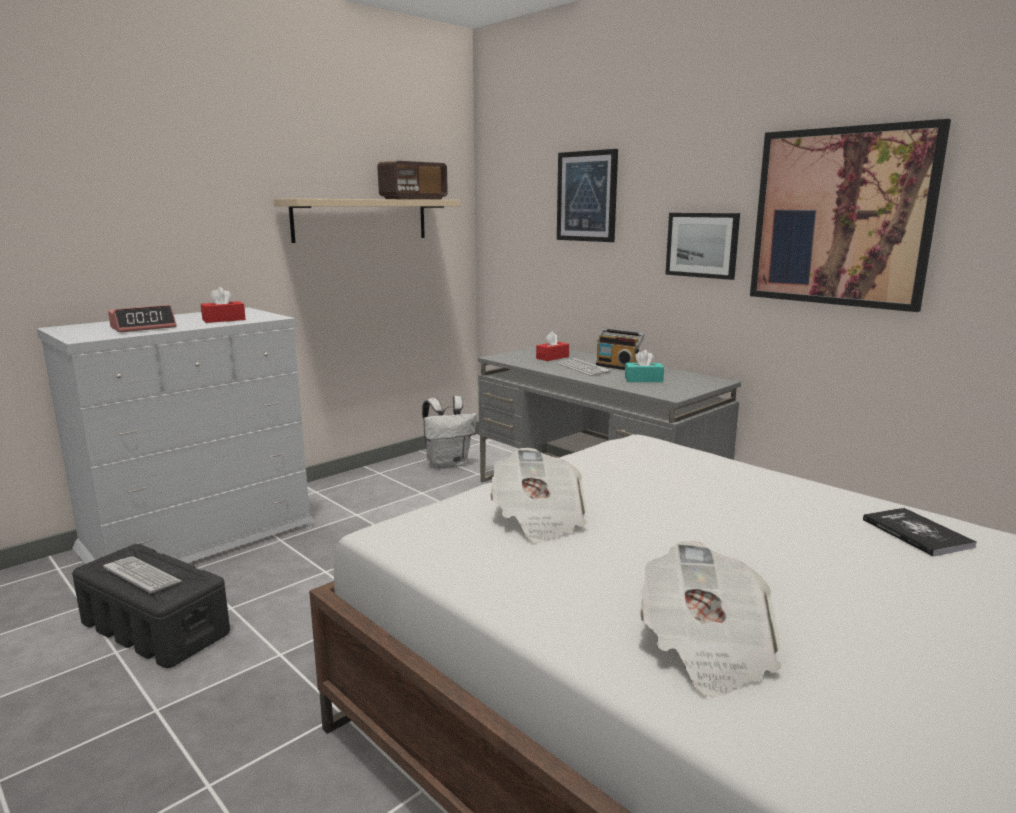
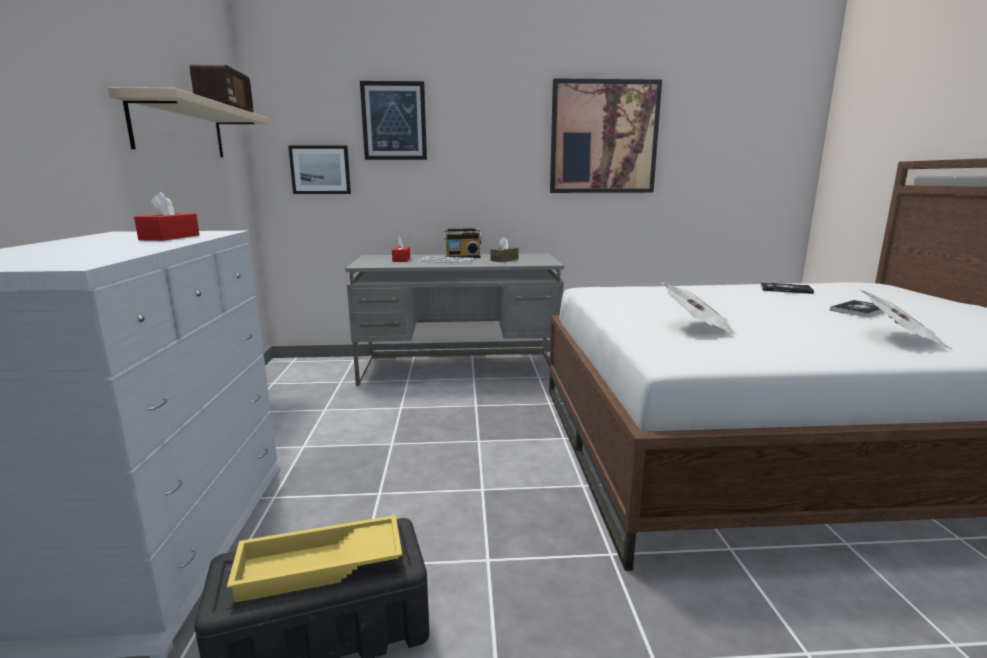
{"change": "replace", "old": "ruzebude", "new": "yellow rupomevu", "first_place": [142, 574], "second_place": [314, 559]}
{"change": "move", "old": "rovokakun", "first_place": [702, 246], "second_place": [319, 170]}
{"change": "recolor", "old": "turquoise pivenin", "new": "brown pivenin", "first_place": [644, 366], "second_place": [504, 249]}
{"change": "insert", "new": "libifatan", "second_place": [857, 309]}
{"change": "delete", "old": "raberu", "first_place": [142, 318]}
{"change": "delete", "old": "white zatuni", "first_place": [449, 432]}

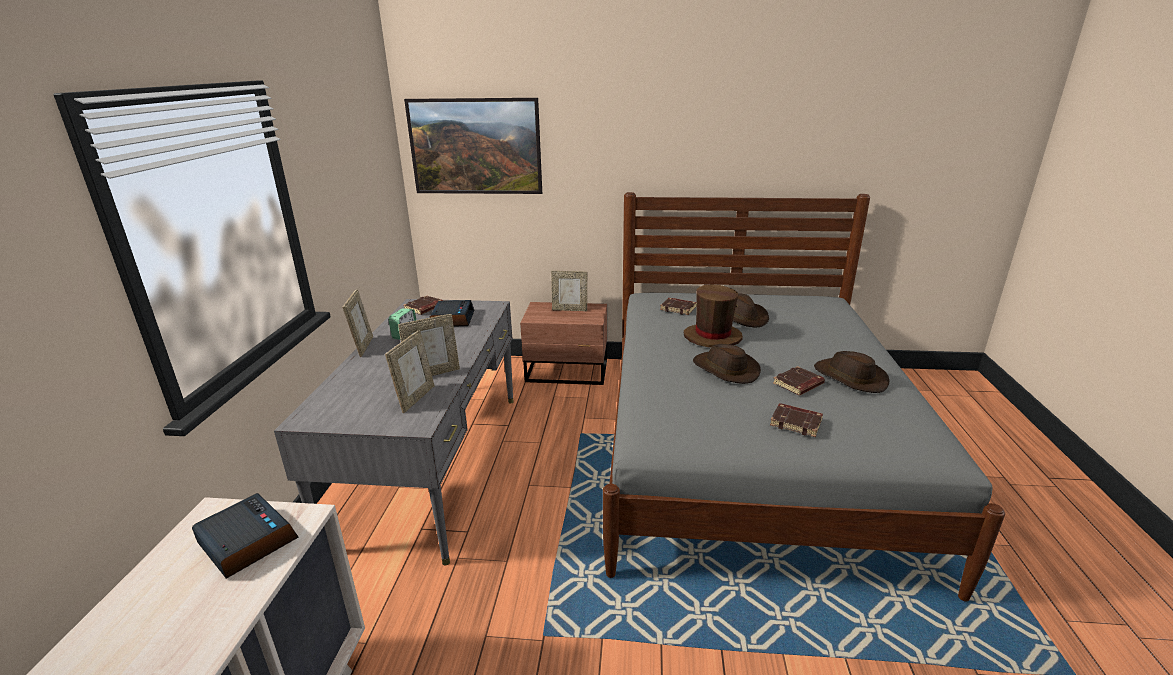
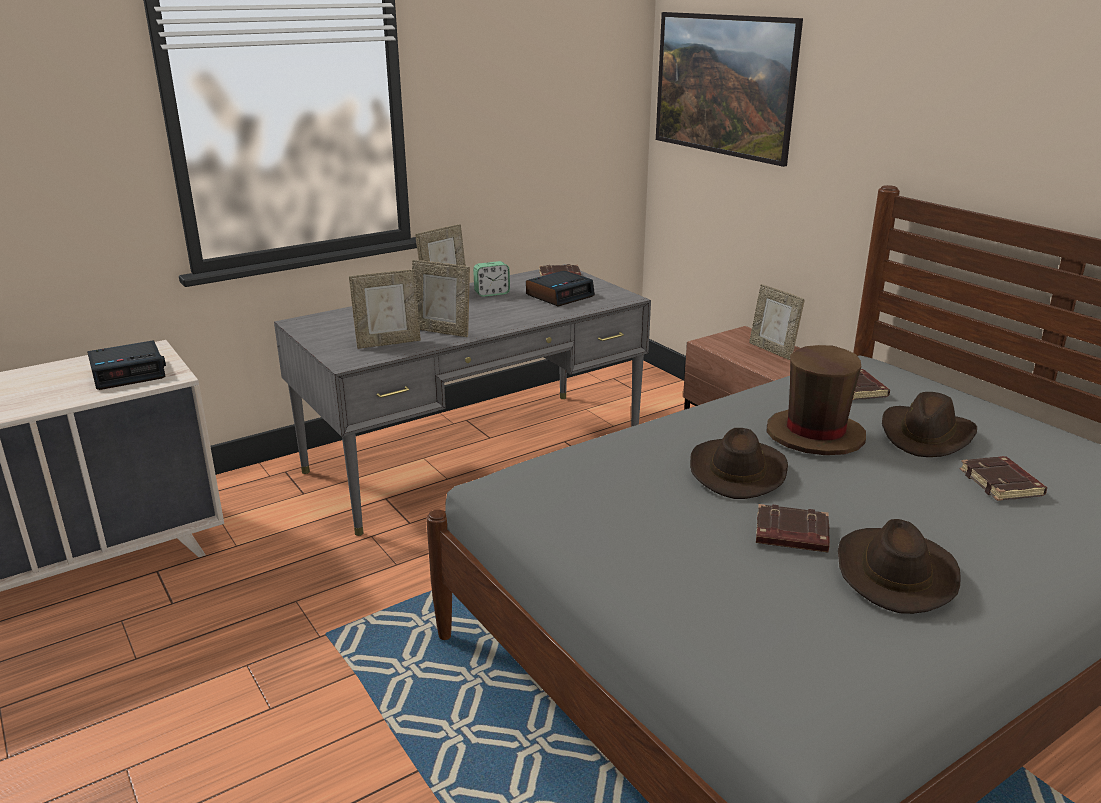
{"change": "rotate", "old": "raberu", "first_place": [245, 536], "second_place": [126, 365], "degrees": 60}
{"change": "move", "old": "brown libifatan", "first_place": [796, 420], "second_place": [1003, 478]}

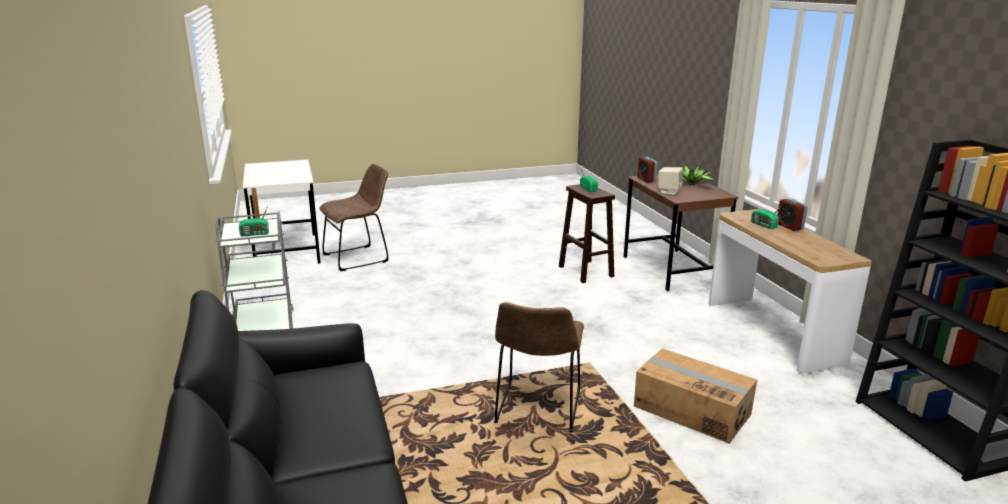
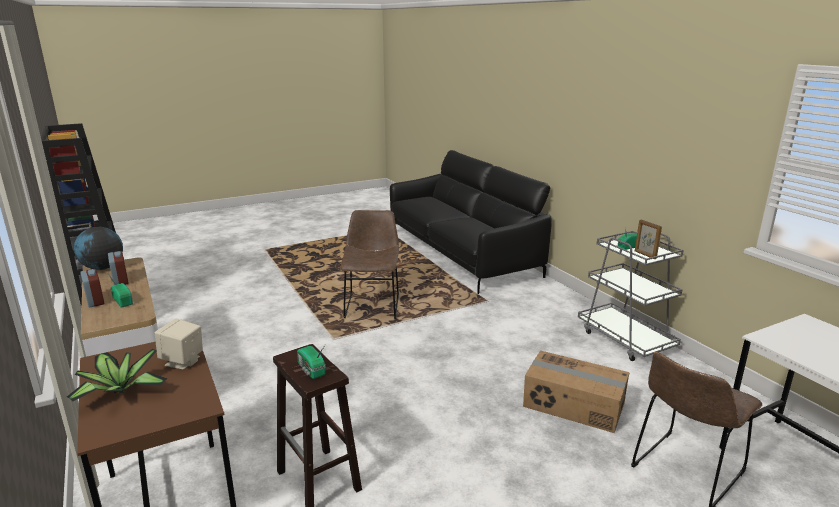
{"change": "insert", "new": "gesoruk", "second_place": [98, 248]}
{"change": "move", "old": "raberu", "first_place": [648, 170], "second_place": [118, 268]}
{"change": "move", "old": "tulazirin", "first_place": [695, 396], "second_place": [576, 391]}

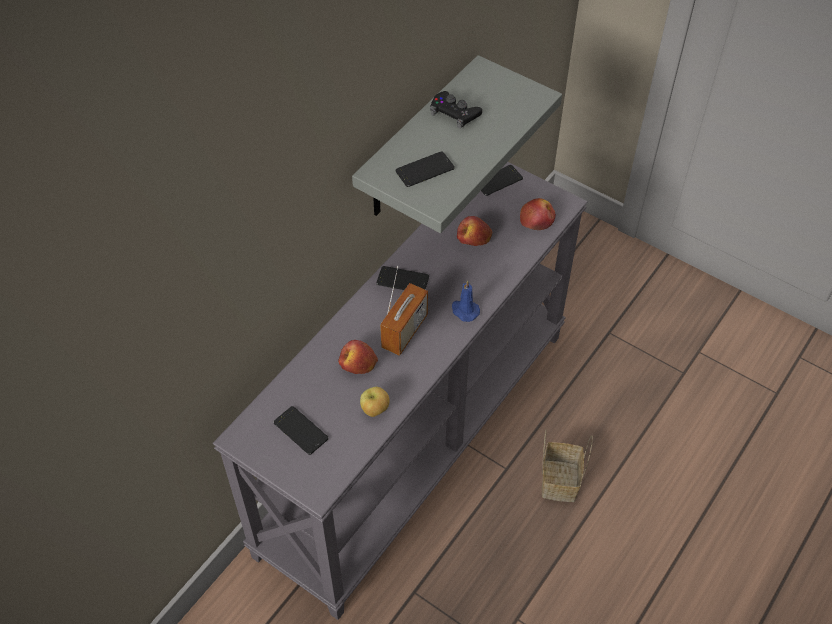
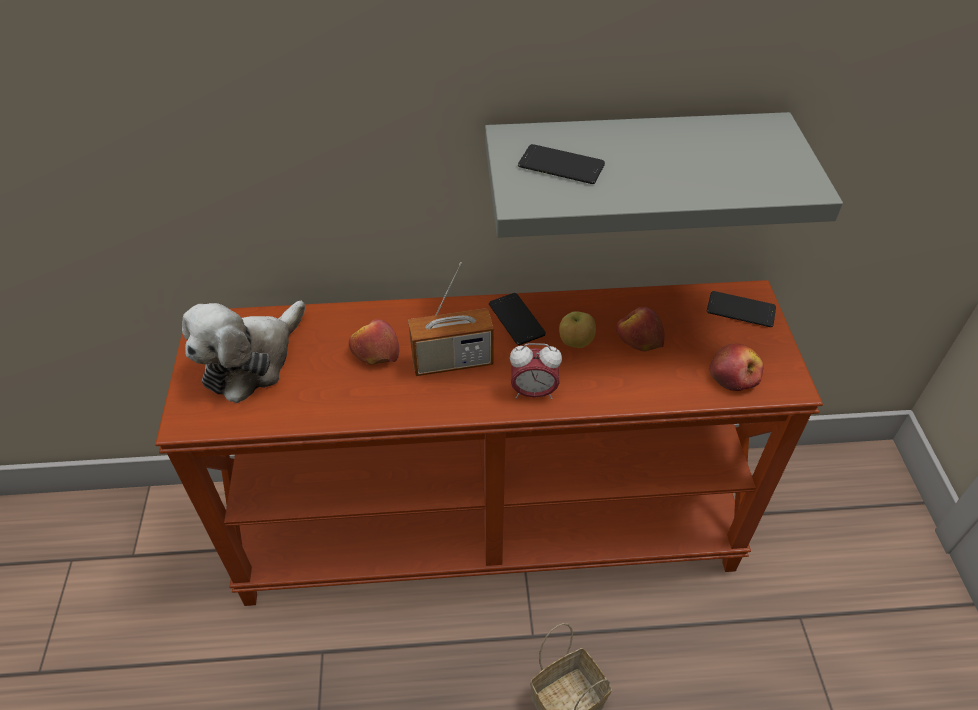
{"change": "recolor", "old": "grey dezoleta", "new": "brown dezoleta", "first_place": [400, 391], "second_place": [489, 443]}
{"change": "replace", "old": "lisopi", "new": "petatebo", "first_place": [301, 430], "second_place": [244, 352]}
{"change": "replace", "old": "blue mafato", "new": "raberu", "first_place": [466, 301], "second_place": [536, 371]}
{"change": "move", "old": "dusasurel", "first_place": [374, 402], "second_place": [577, 329]}
{"change": "delete", "old": "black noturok", "first_place": [456, 110]}

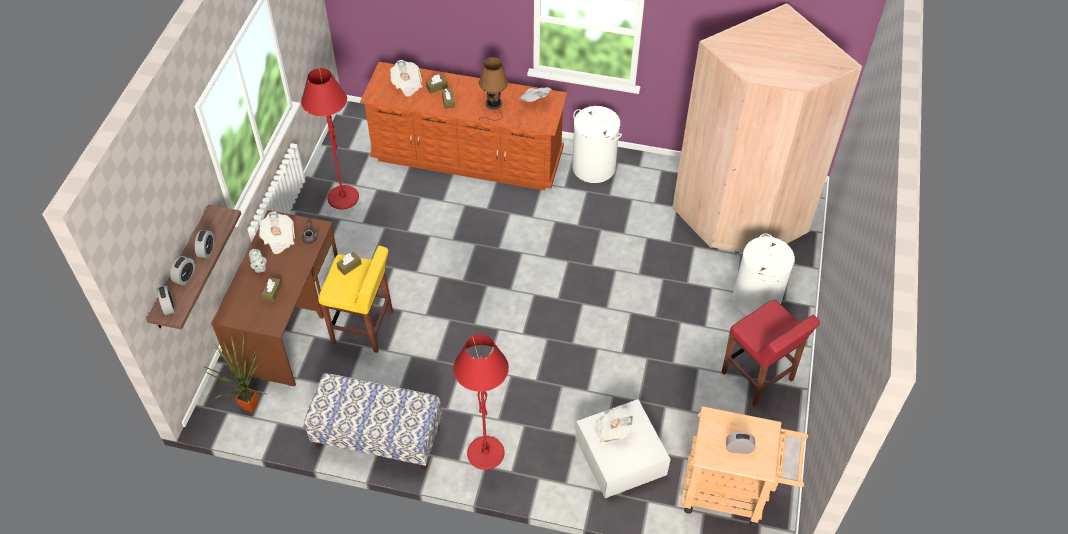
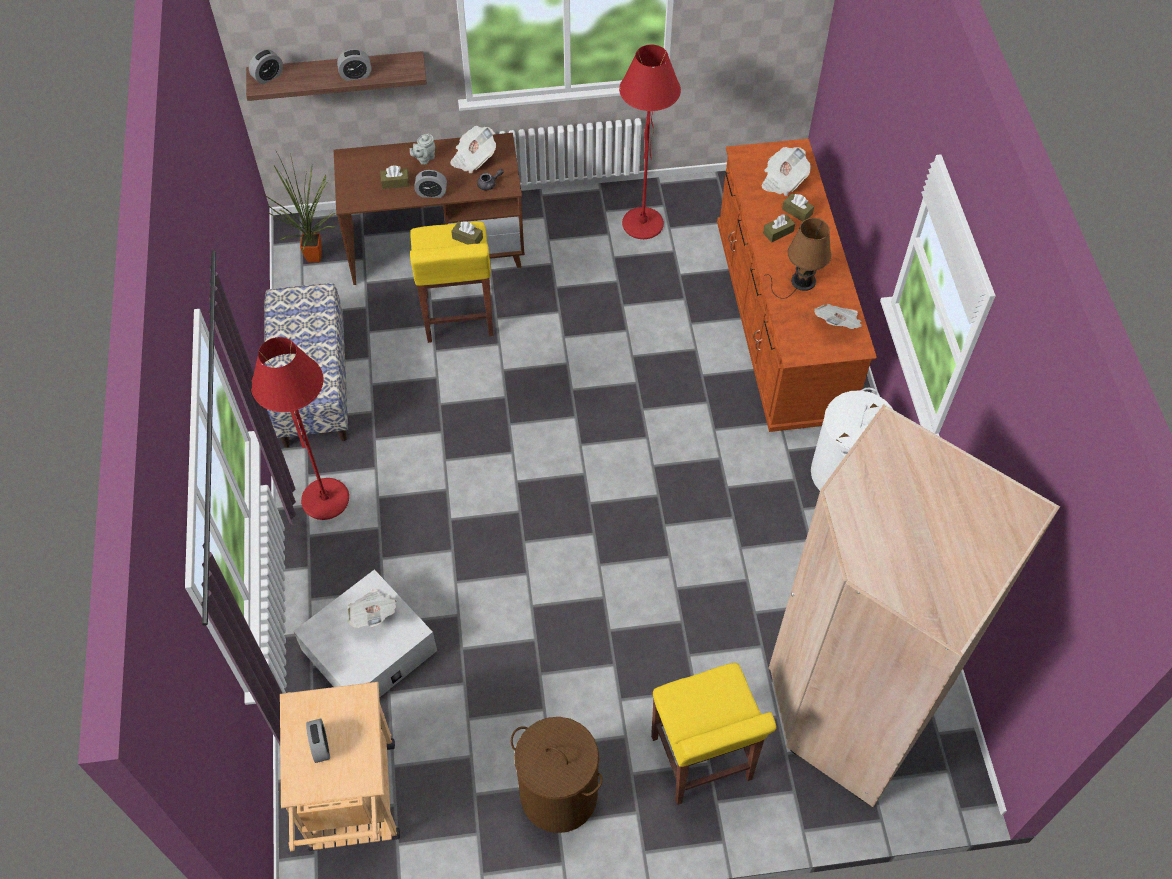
{"change": "move", "old": "raberu", "first_place": [182, 270], "second_place": [430, 184]}
{"change": "replace", "old": "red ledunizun", "new": "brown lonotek", "first_place": [770, 353], "second_place": [557, 775]}
{"change": "replace", "old": "white lonotek", "new": "yellow ledunizun", "first_place": [764, 274], "second_place": [714, 734]}

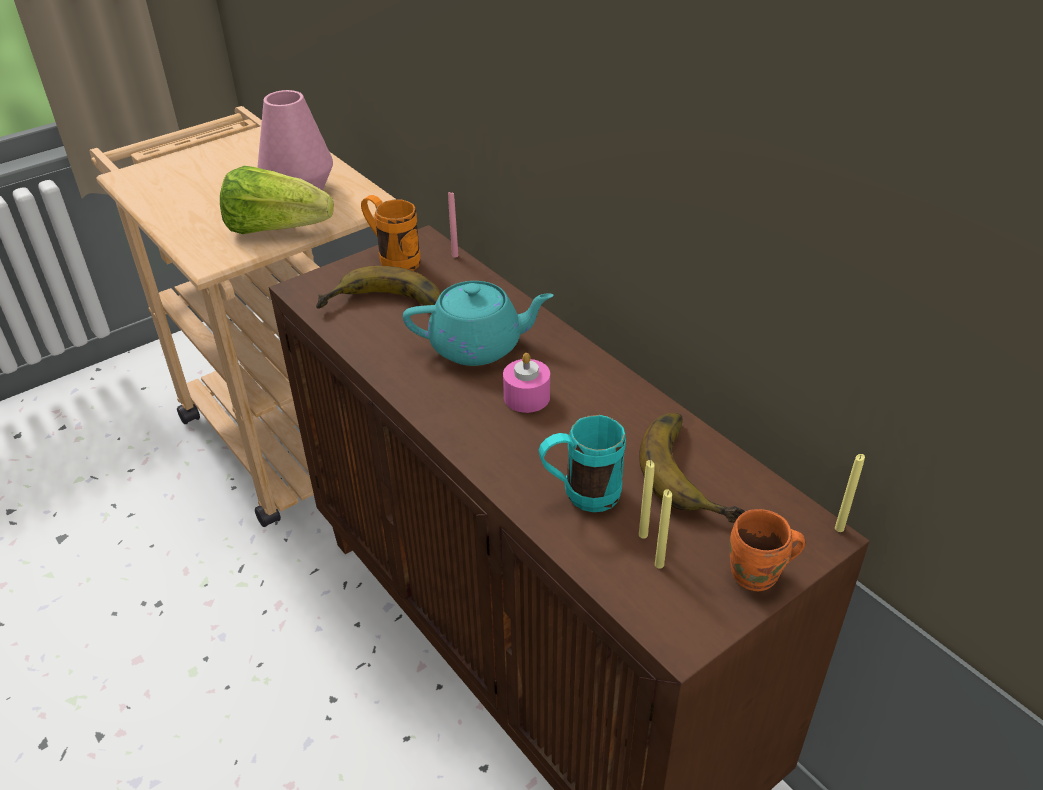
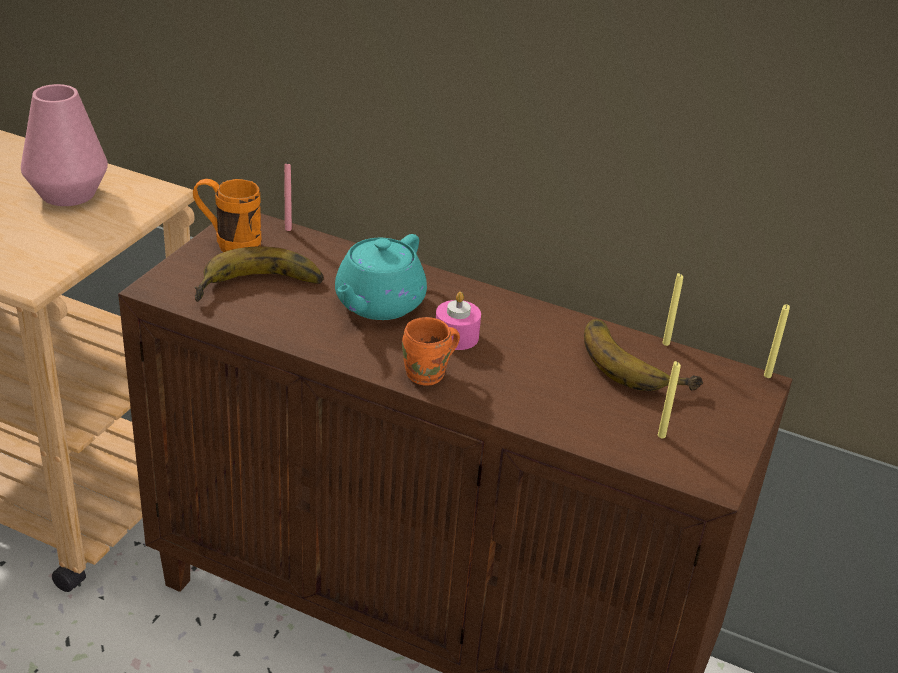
{"change": "rotate", "old": "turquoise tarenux", "first_place": [478, 323], "second_place": [381, 277], "degrees": 150}
{"change": "move", "old": "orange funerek", "first_place": [768, 550], "second_place": [431, 351]}
{"change": "move", "old": "yellow mafato", "first_place": [647, 499], "second_place": [672, 309]}
{"change": "delete", "old": "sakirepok", "first_place": [277, 200]}
{"change": "delete", "old": "turquoise funerek", "first_place": [582, 463]}

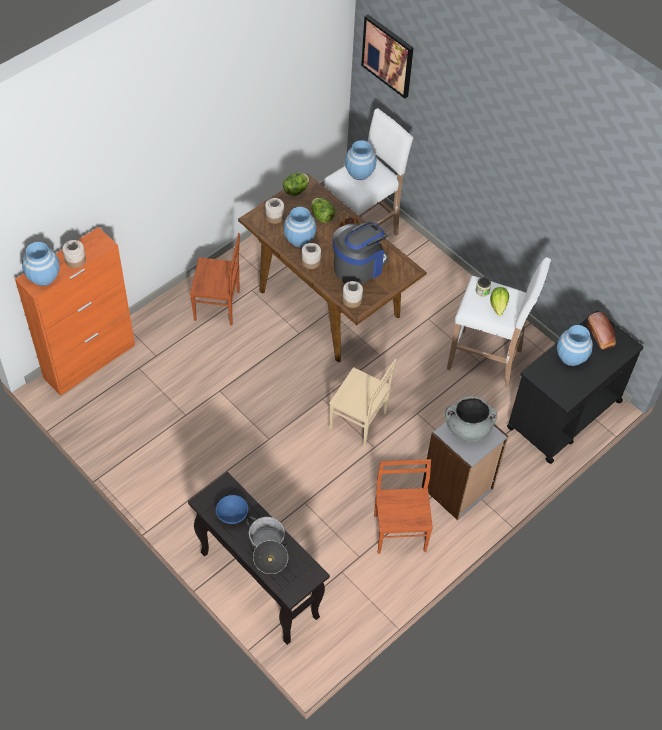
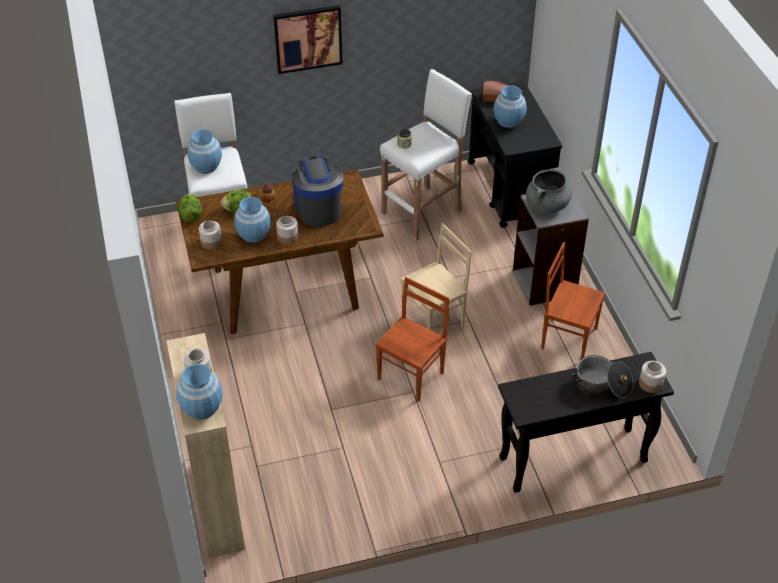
{"change": "recolor", "old": "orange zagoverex", "new": "beige zagoverex", "first_place": [75, 311], "second_place": [205, 445]}
{"change": "move", "old": "rovokakun", "first_place": [387, 57], "second_place": [308, 39]}
{"change": "move", "old": "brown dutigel", "first_place": [215, 279], "second_place": [412, 339]}
{"change": "move", "old": "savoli", "first_place": [352, 294], "second_place": [652, 377]}
{"change": "delete", "old": "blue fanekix", "first_place": [232, 509]}
{"change": "delete", "old": "sakirepok", "first_place": [499, 301]}

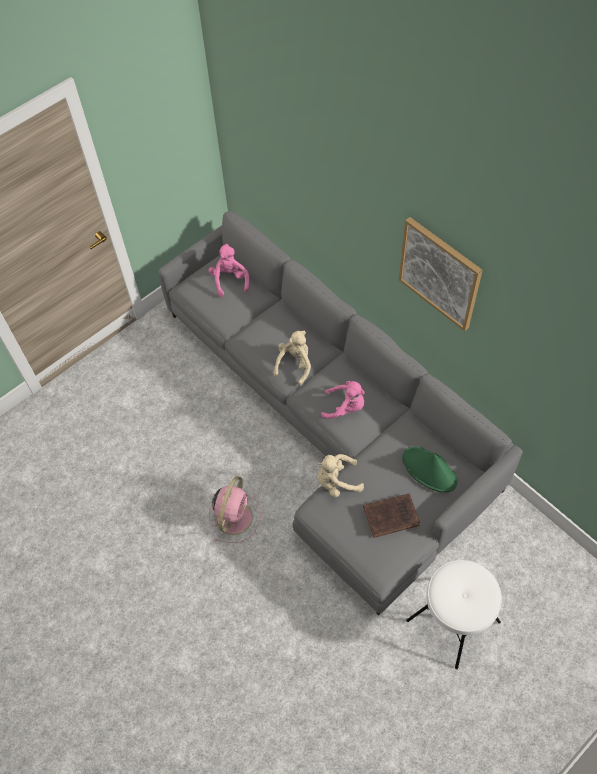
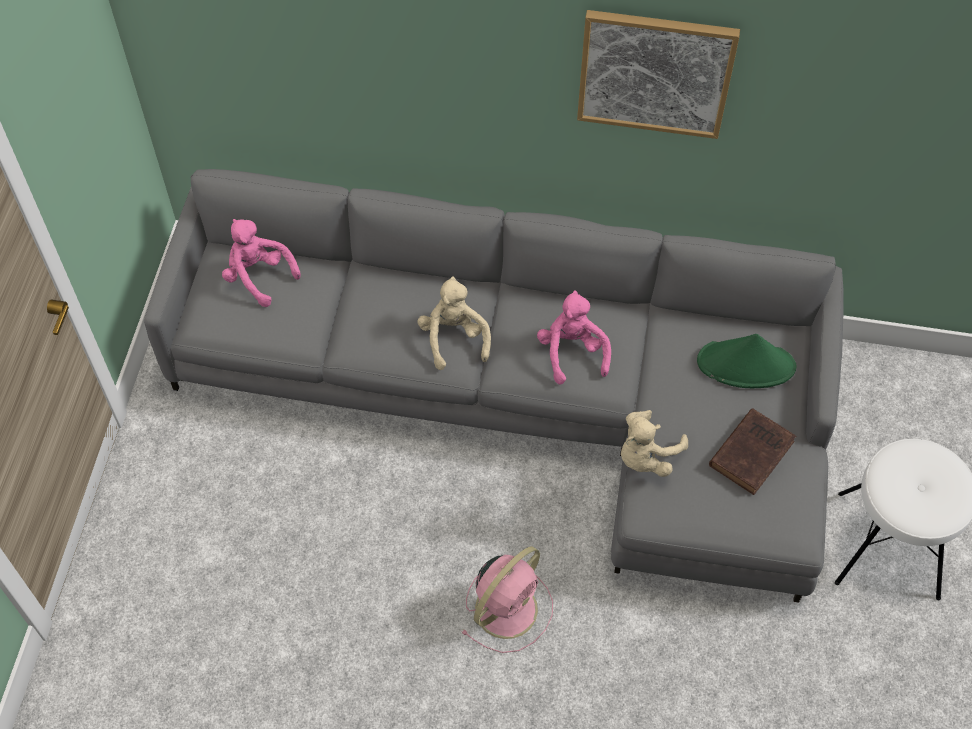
{"change": "rotate", "old": "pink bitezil", "first_place": [235, 509], "second_place": [507, 599], "degrees": 60}
{"change": "rotate", "old": "pink petatebo", "first_place": [343, 400], "second_place": [574, 337], "degrees": -75}

